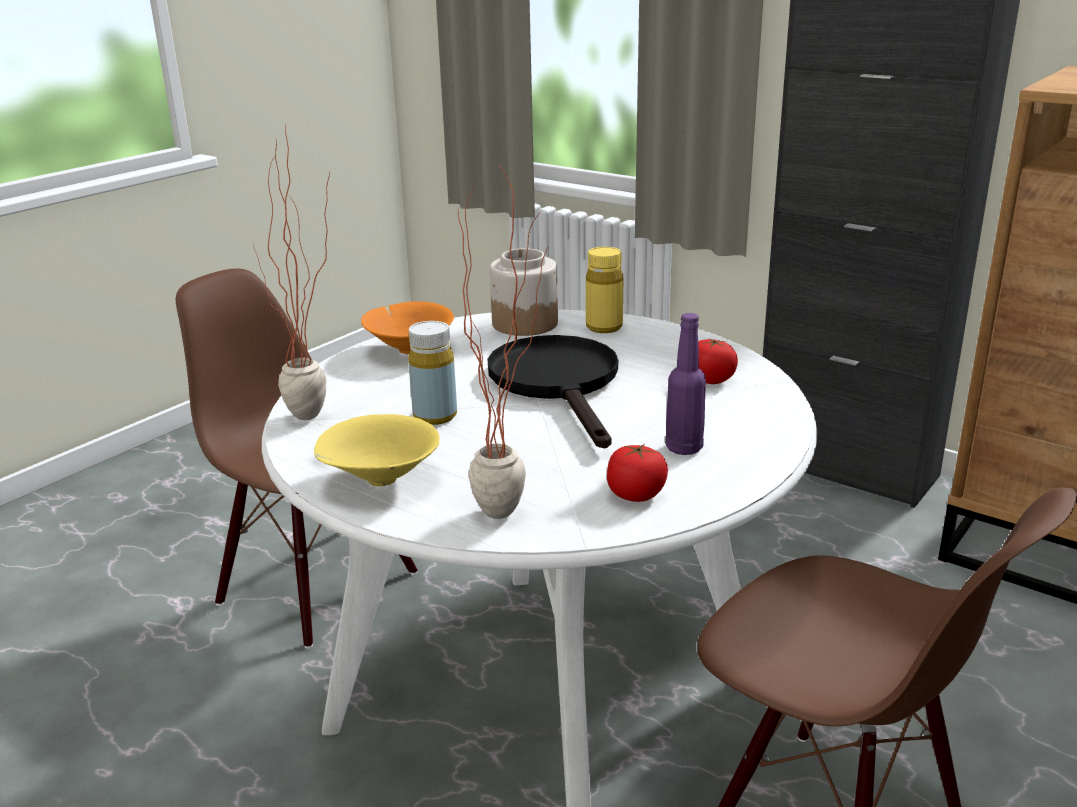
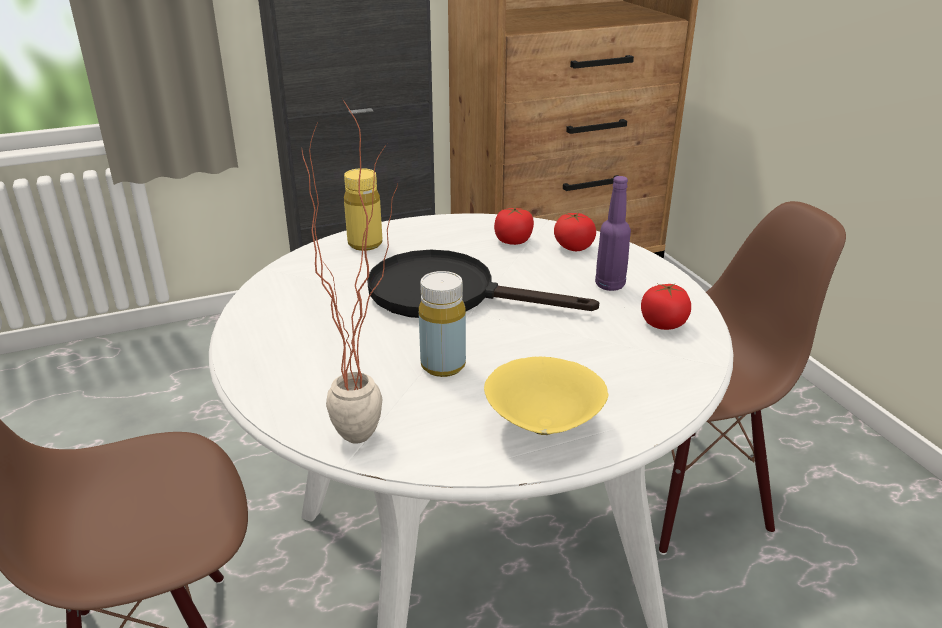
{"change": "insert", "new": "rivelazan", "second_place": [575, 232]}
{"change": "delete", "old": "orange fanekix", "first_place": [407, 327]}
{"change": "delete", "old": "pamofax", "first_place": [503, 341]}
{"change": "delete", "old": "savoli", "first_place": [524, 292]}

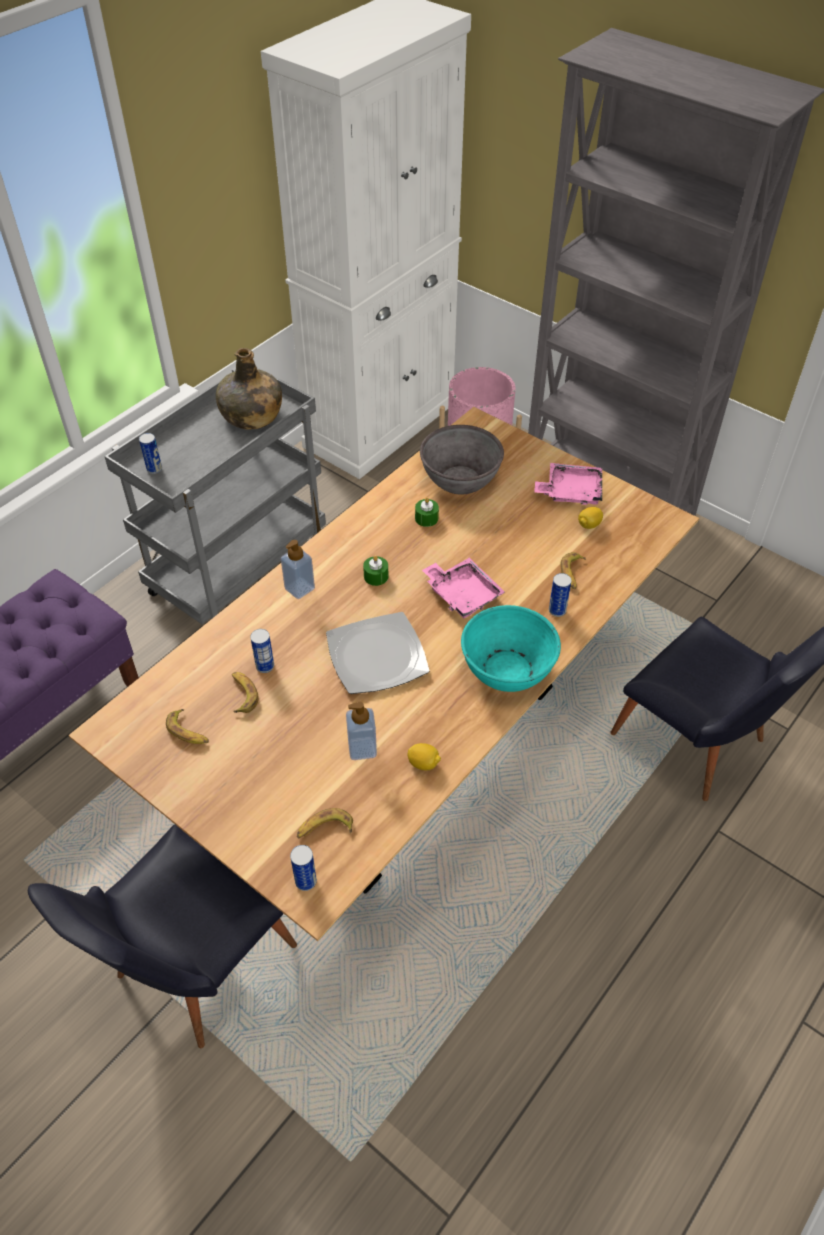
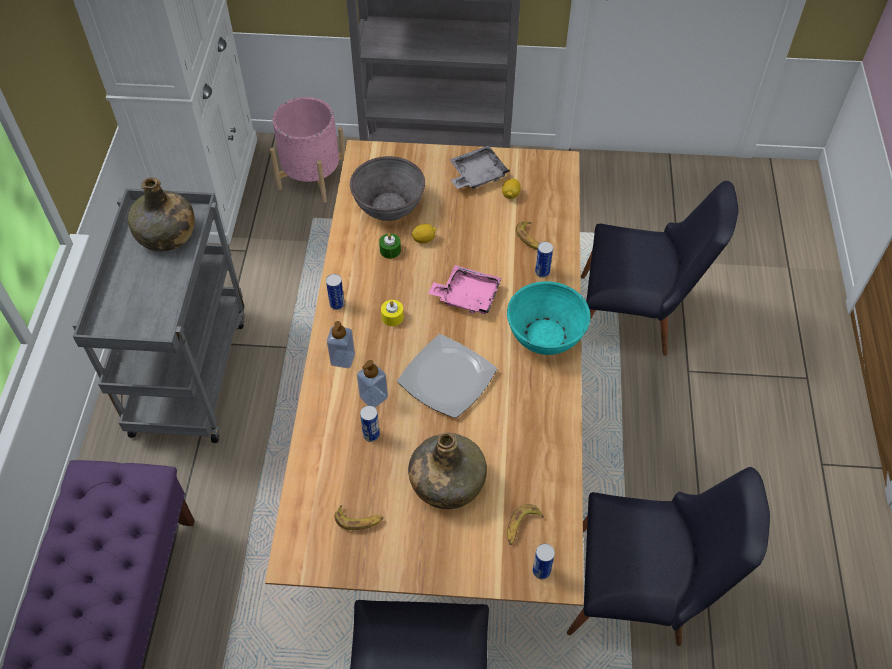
{"change": "move", "old": "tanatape", "first_place": [150, 453], "second_place": [335, 292]}
{"change": "move", "old": "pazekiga", "first_place": [361, 731], "second_place": [372, 384]}
{"change": "recolor", "old": "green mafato", "new": "yellow mafato", "first_place": [376, 571], "second_place": [392, 313]}
{"change": "insert", "new": "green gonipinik", "second_place": [447, 470]}
{"change": "move", "old": "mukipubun", "first_place": [424, 756], "second_place": [424, 233]}
{"change": "recolor", "old": "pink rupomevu", "new": "grey rupomevu", "first_place": [568, 484], "second_place": [479, 167]}
{"change": "insert", "new": "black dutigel", "second_place": [668, 556]}
{"change": "delete", "old": "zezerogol", "first_place": [245, 692]}

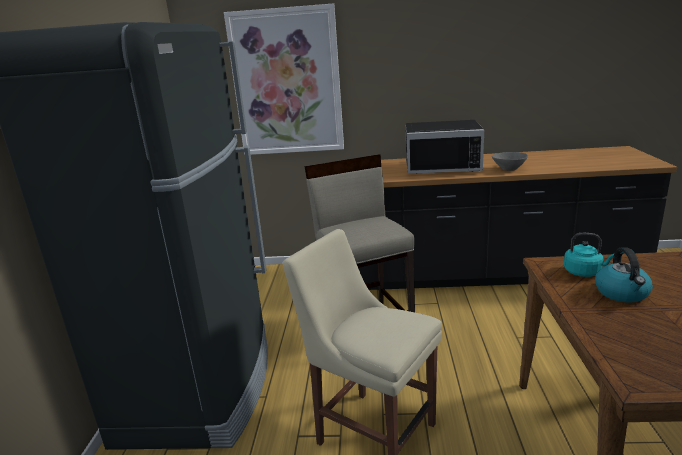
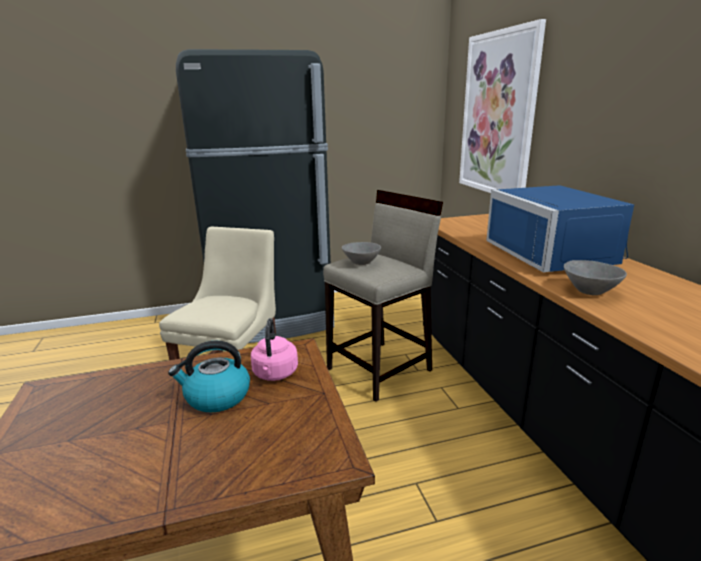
{"change": "recolor", "old": "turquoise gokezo", "new": "pink gokezo", "first_place": [589, 255], "second_place": [274, 349]}
{"change": "insert", "new": "grey fanekix", "second_place": [361, 253]}
{"change": "recolor", "old": "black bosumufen", "new": "blue bosumufen", "first_place": [445, 147], "second_place": [560, 228]}

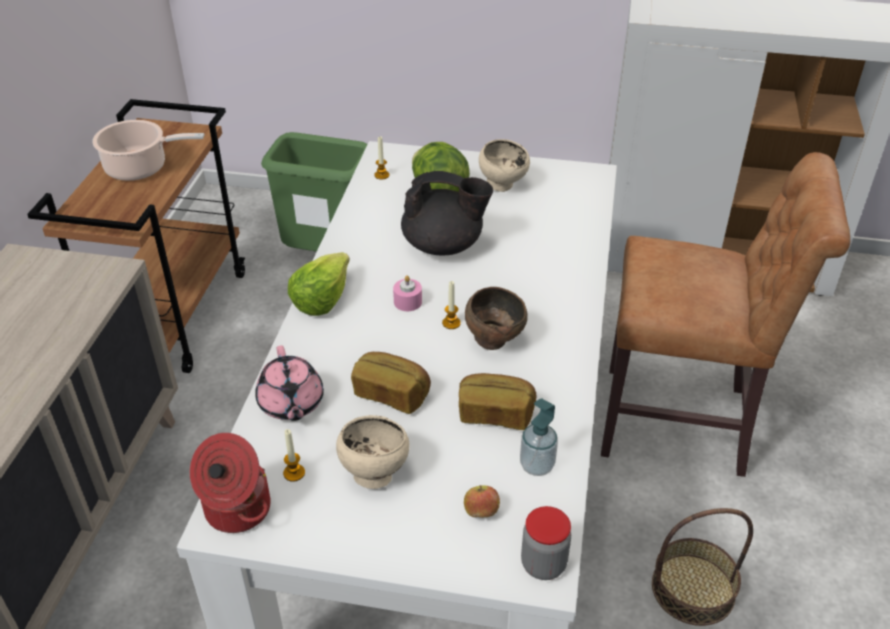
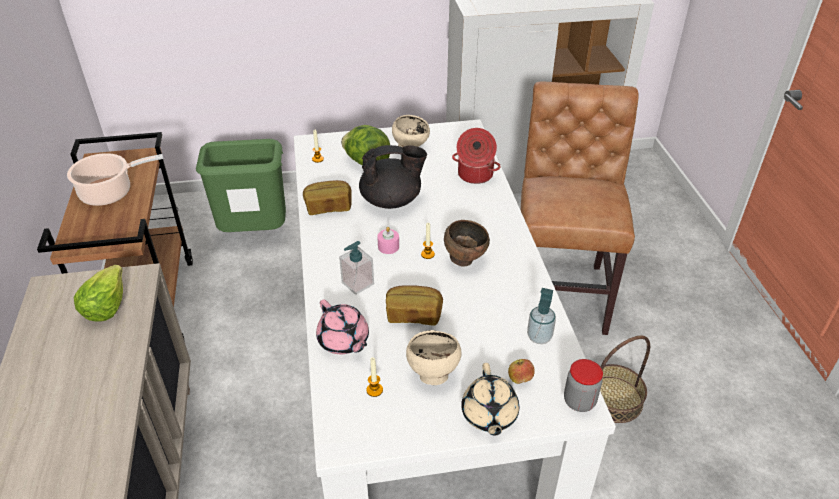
{"change": "move", "old": "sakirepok", "first_place": [319, 284], "second_place": [98, 293]}
{"change": "move", "old": "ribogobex", "first_place": [498, 401], "second_place": [327, 197]}
{"change": "insert", "new": "pazekiga", "second_place": [356, 268]}
{"change": "move", "old": "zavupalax", "first_place": [230, 483], "second_place": [476, 156]}
{"change": "insert", "new": "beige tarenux", "second_place": [490, 399]}
{"change": "rotate", "old": "brown dutigel", "first_place": [725, 314], "second_place": [580, 208], "degrees": -75}

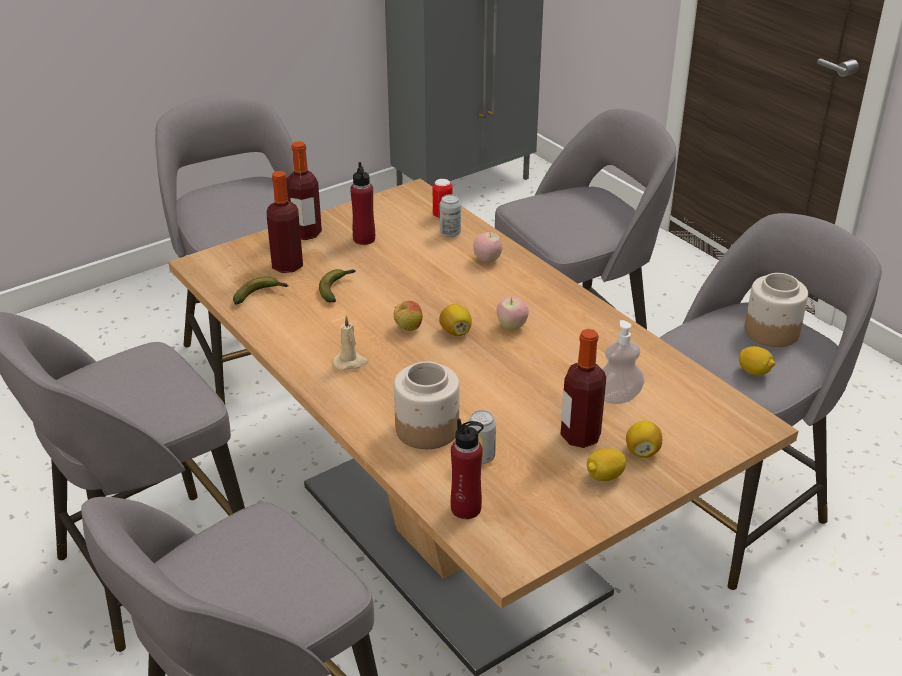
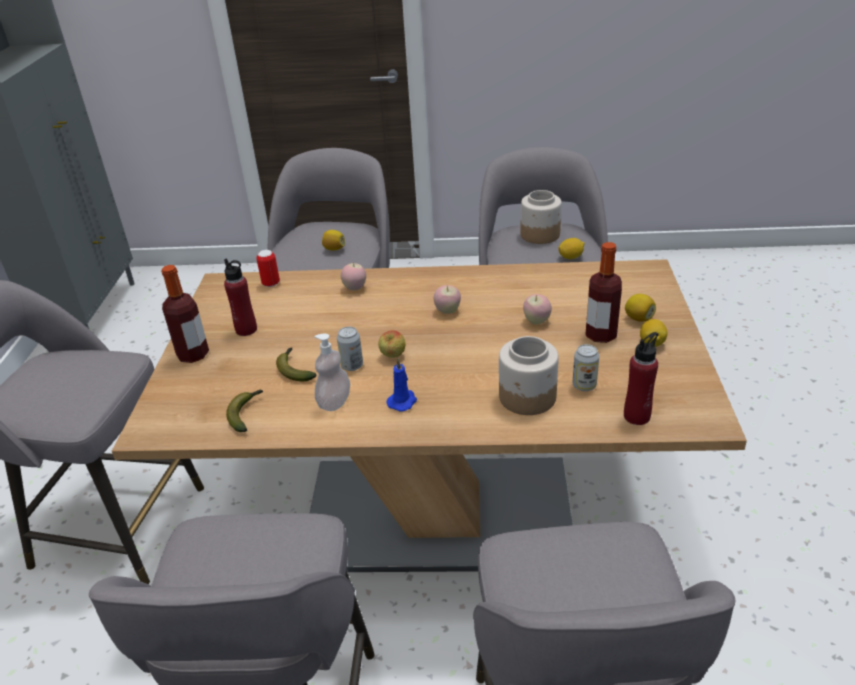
{"change": "move", "old": "pazekiga", "first_place": [623, 362], "second_place": [332, 372]}
{"change": "move", "old": "mukipubun", "first_place": [455, 320], "second_place": [333, 240]}
{"change": "move", "old": "tanatape", "first_place": [450, 215], "second_place": [350, 349]}
{"change": "recolor", "old": "beige mafato", "new": "blue mafato", "first_place": [351, 342], "second_place": [402, 385]}
{"change": "insert", "new": "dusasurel", "second_place": [537, 309]}
{"change": "delete", "old": "gonipinik", "first_place": [285, 222]}

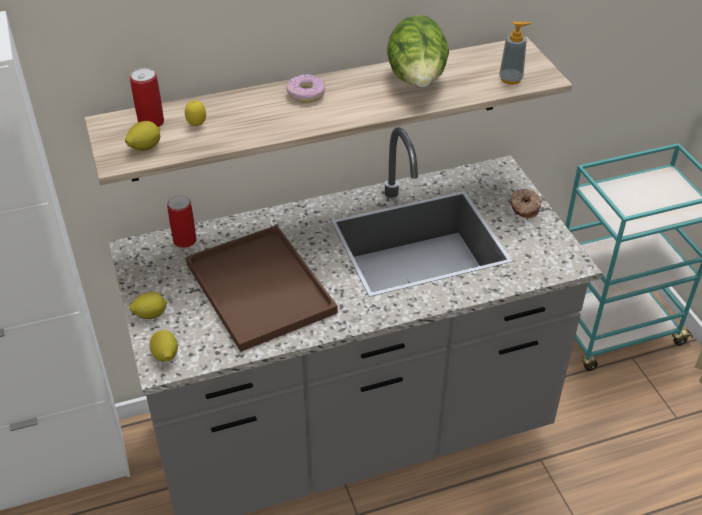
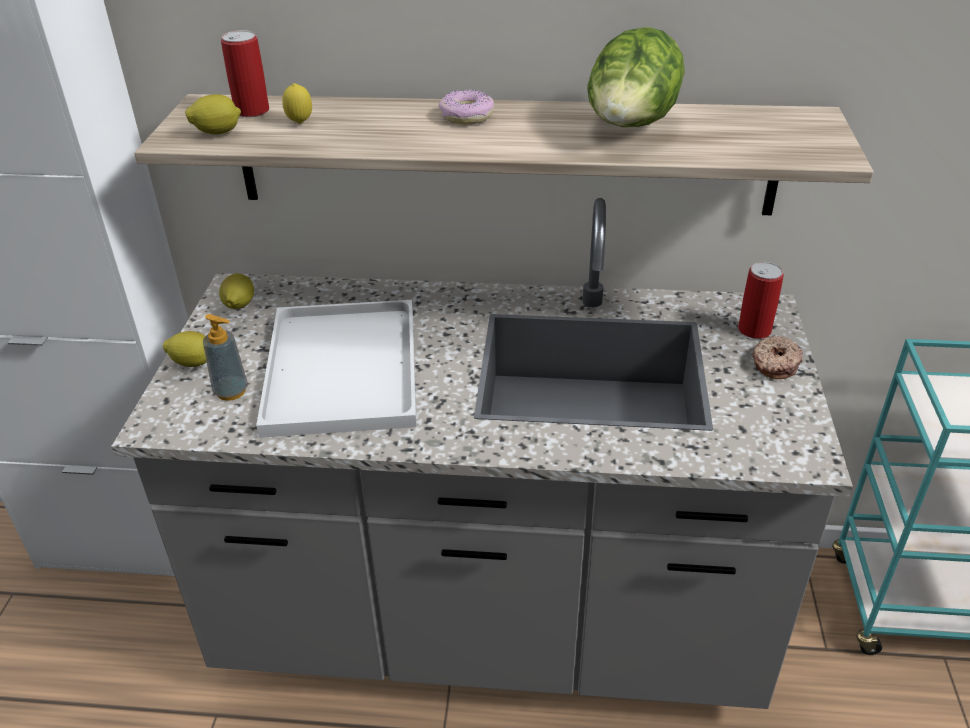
{"change": "move", "old": "pazekiga", "first_place": [515, 53], "second_place": [225, 357]}
{"change": "move", "old": "mukipubun", "first_place": [163, 346], "second_place": [236, 291]}
{"change": "recolor", "old": "brown rupomevu", "new": "white rupomevu", "first_place": [262, 288], "second_place": [336, 369]}
{"change": "move", "old": "tanatape", "first_place": [182, 221], "second_place": [761, 300]}

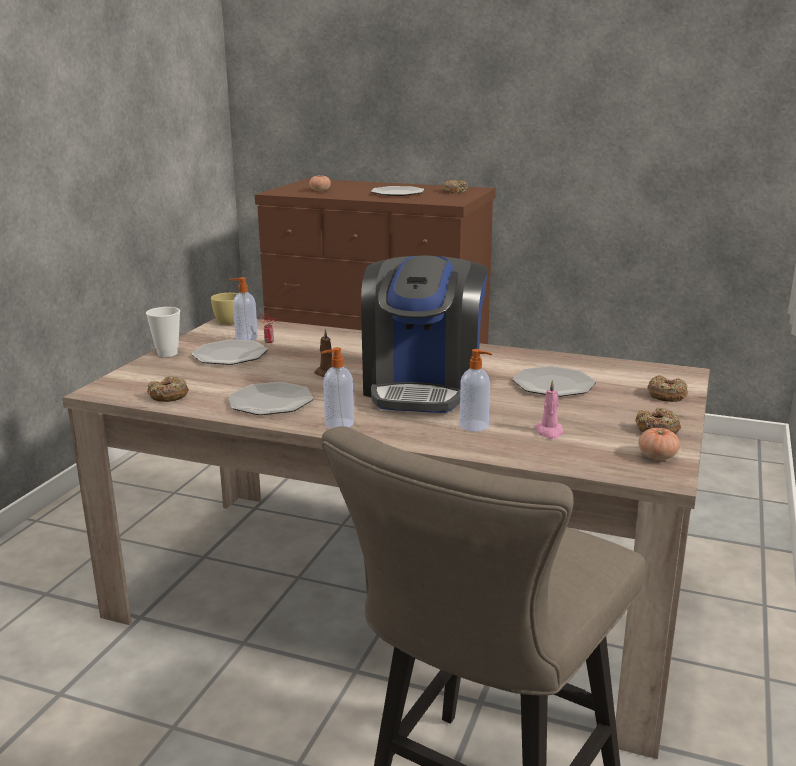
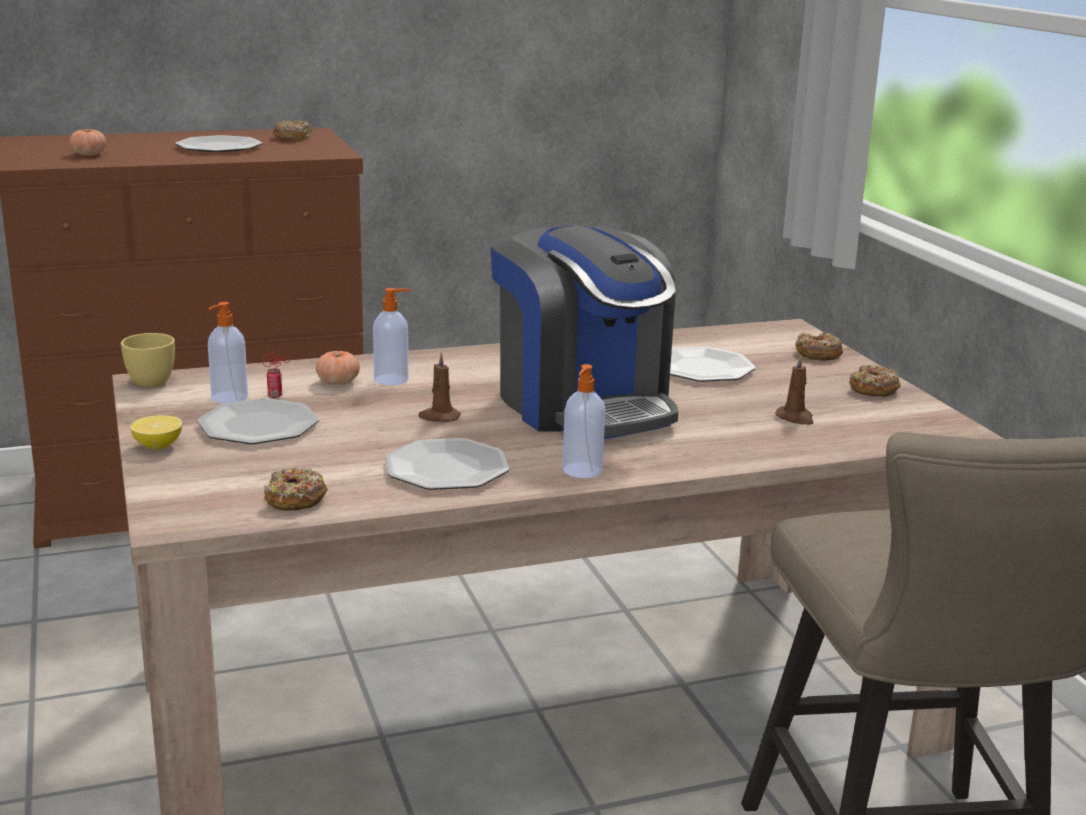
{"change": "replace", "old": "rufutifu", "new": "mukipubun", "first_place": [163, 332], "second_place": [156, 432]}
{"change": "move", "old": "rivelazan", "first_place": [659, 444], "second_place": [338, 368]}
{"change": "move", "old": "pazekiga", "first_place": [476, 390], "second_place": [392, 337]}
{"change": "recolor", "old": "pink mafato", "new": "brown mafato", "first_place": [548, 409], "second_place": [794, 389]}

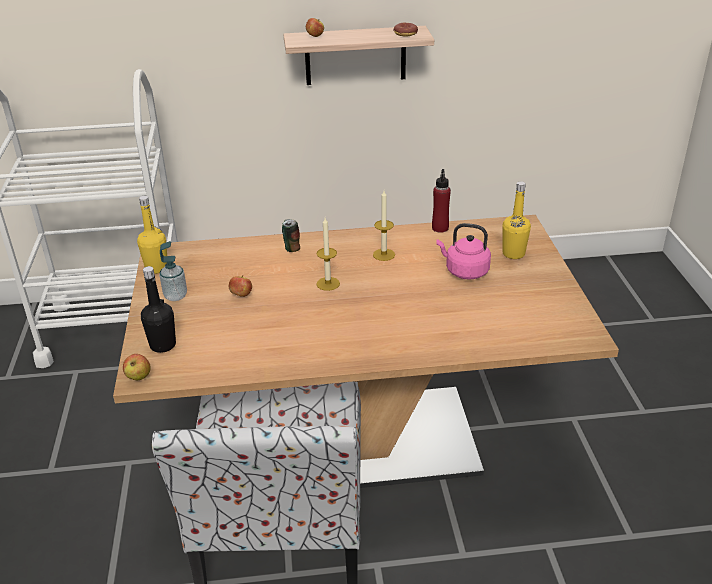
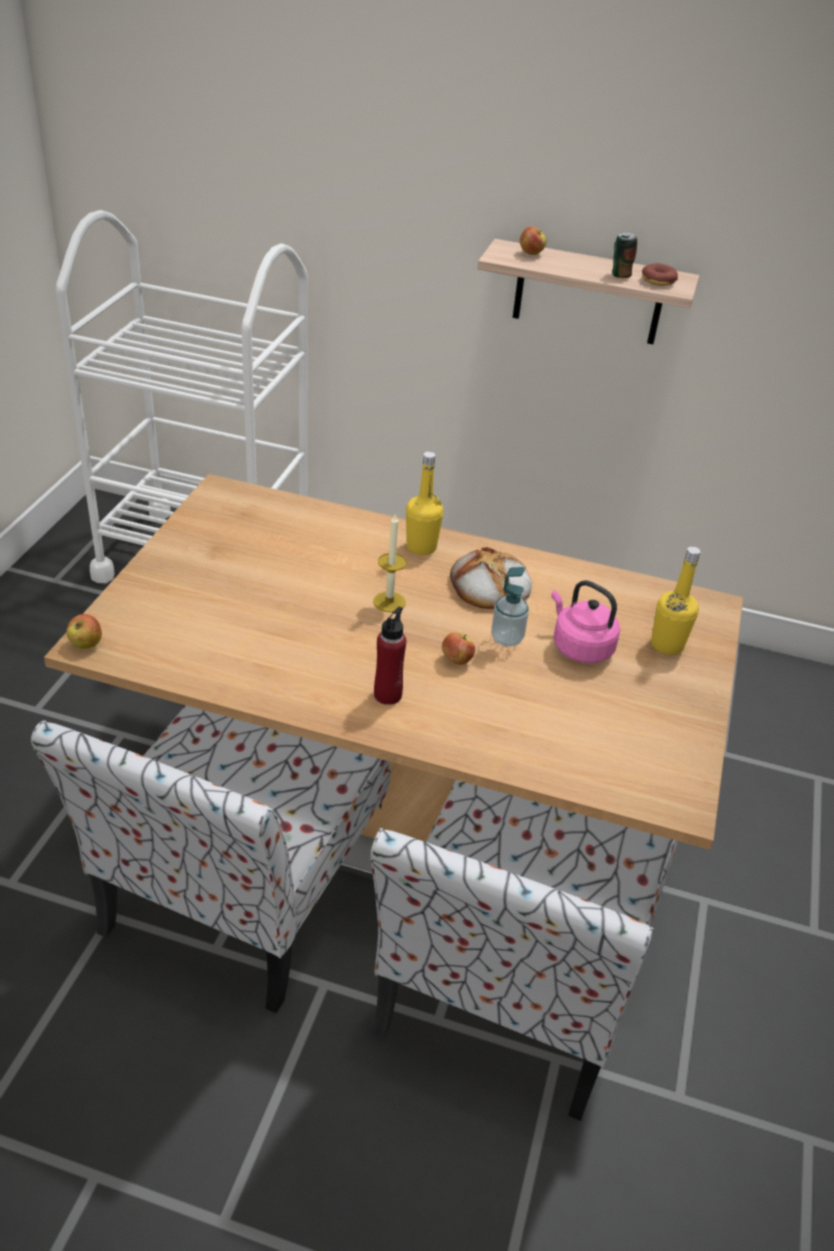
{"change": "insert", "new": "dutigel", "second_place": [524, 950]}
{"change": "move", "old": "red gonipinik", "first_place": [441, 201], "second_place": [390, 656]}
{"change": "move", "old": "yellow gonipinik", "first_place": [152, 235], "second_place": [425, 503]}
{"change": "move", "old": "dusasurel", "first_place": [240, 286], "second_place": [458, 648]}
{"change": "replace", "old": "mafato", "new": "ribogobex", "first_place": [384, 226], "second_place": [491, 578]}
{"change": "move", "old": "pazekiga", "first_place": [173, 271], "second_place": [510, 607]}
{"change": "move", "old": "tanatape", "first_place": [291, 235], "second_place": [624, 255]}
{"change": "delete", "old": "black gonipinik", "first_place": [158, 309]}

